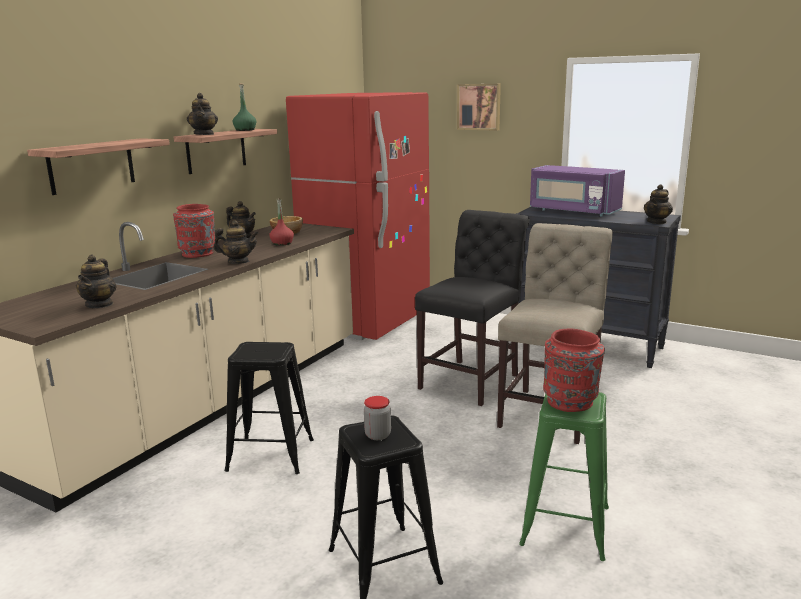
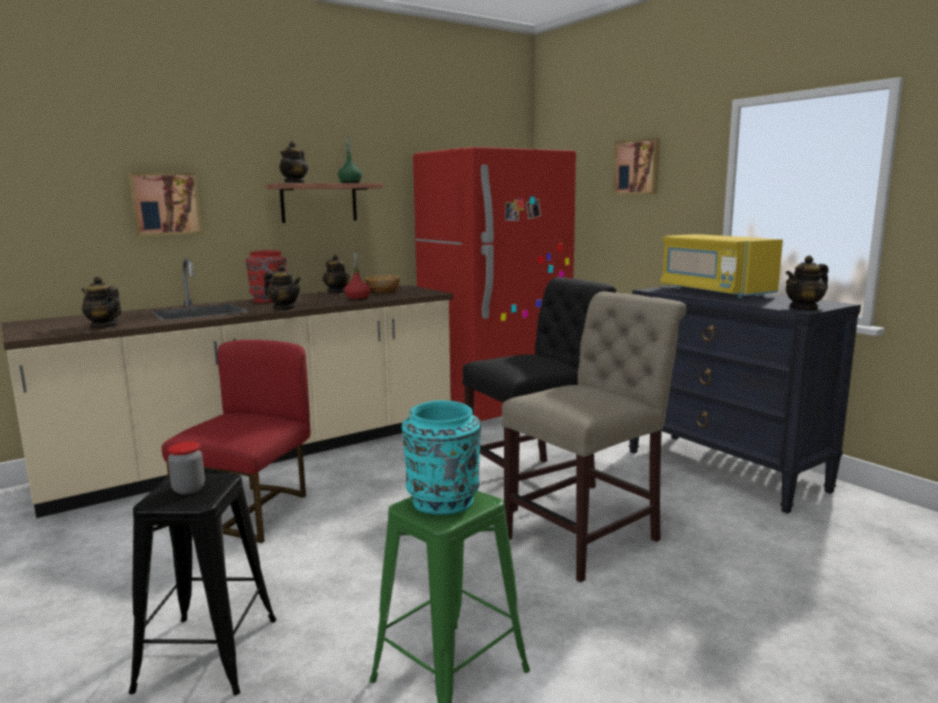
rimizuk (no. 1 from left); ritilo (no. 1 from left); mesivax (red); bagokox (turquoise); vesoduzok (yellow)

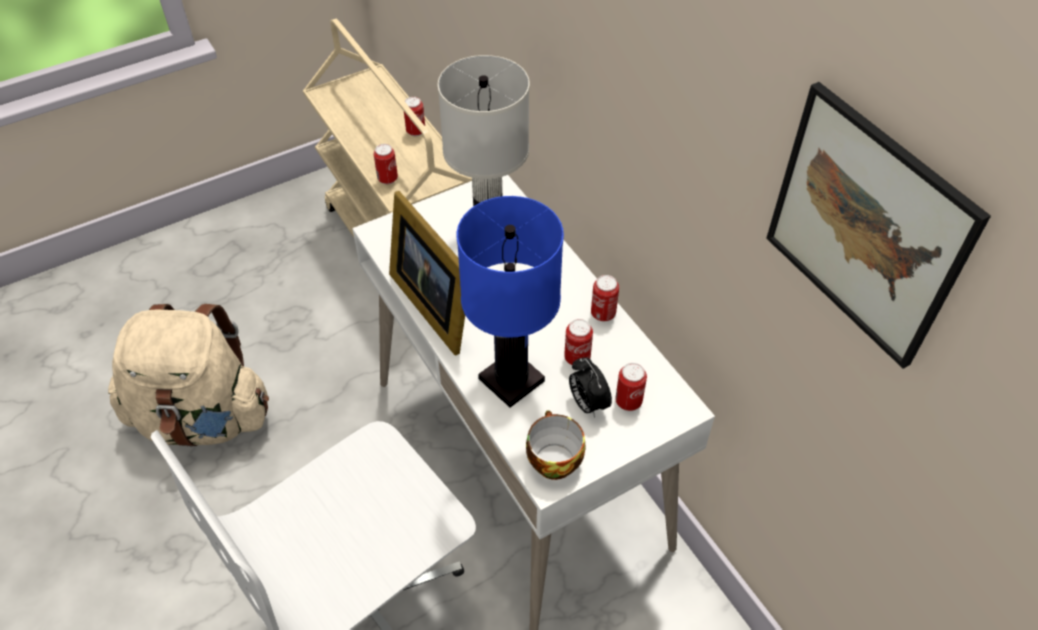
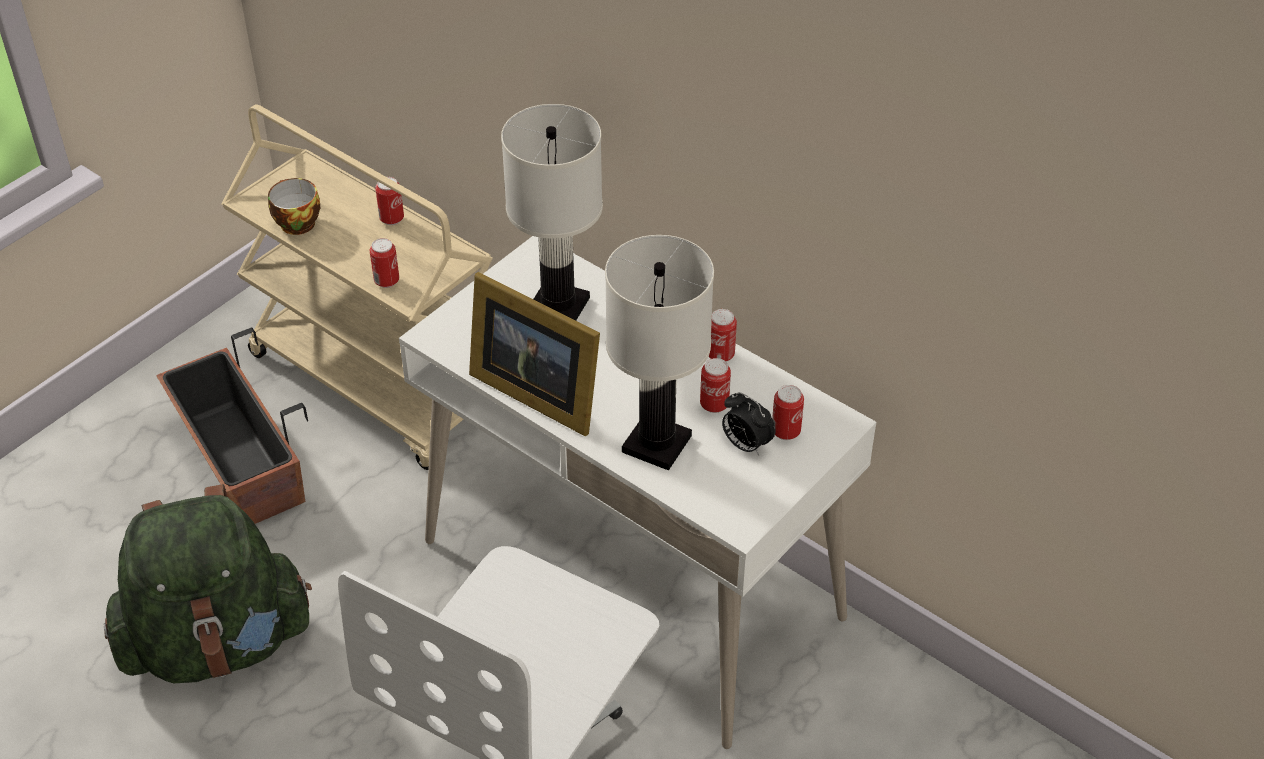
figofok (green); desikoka; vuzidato; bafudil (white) (no. 2 from left); ritilo

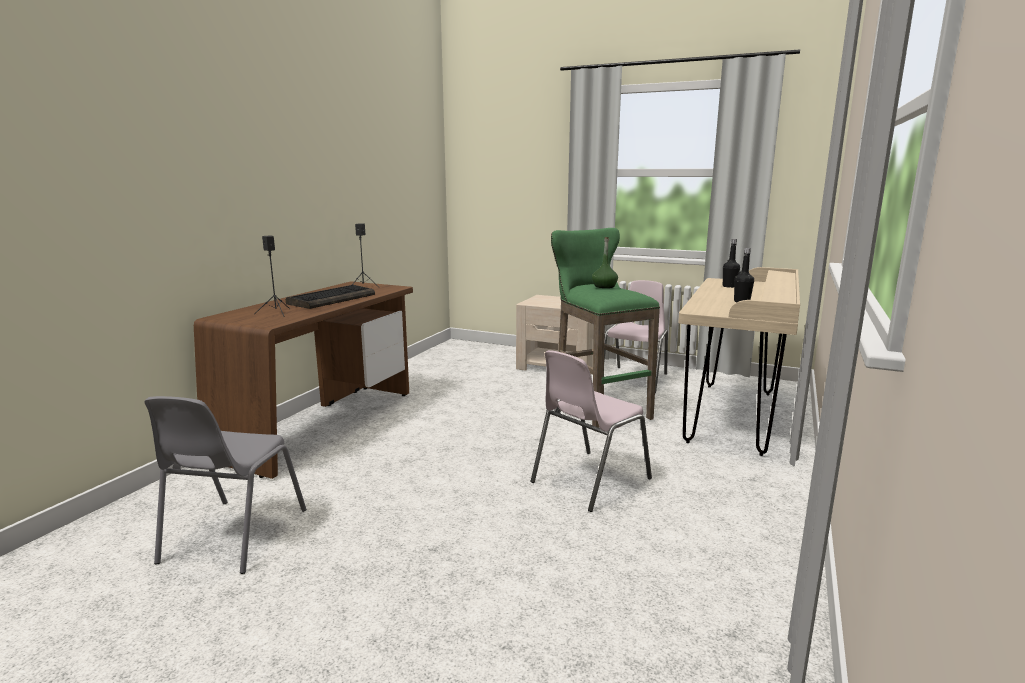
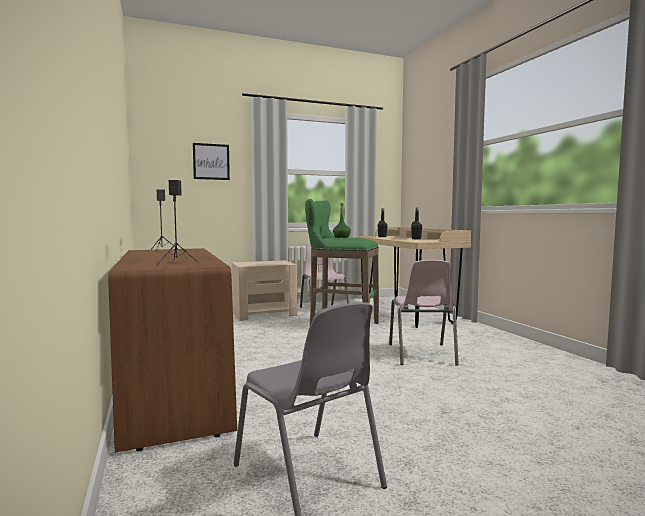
ritilo; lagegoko

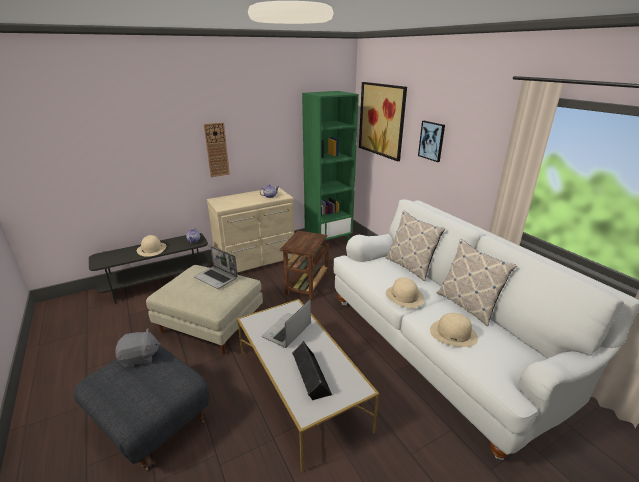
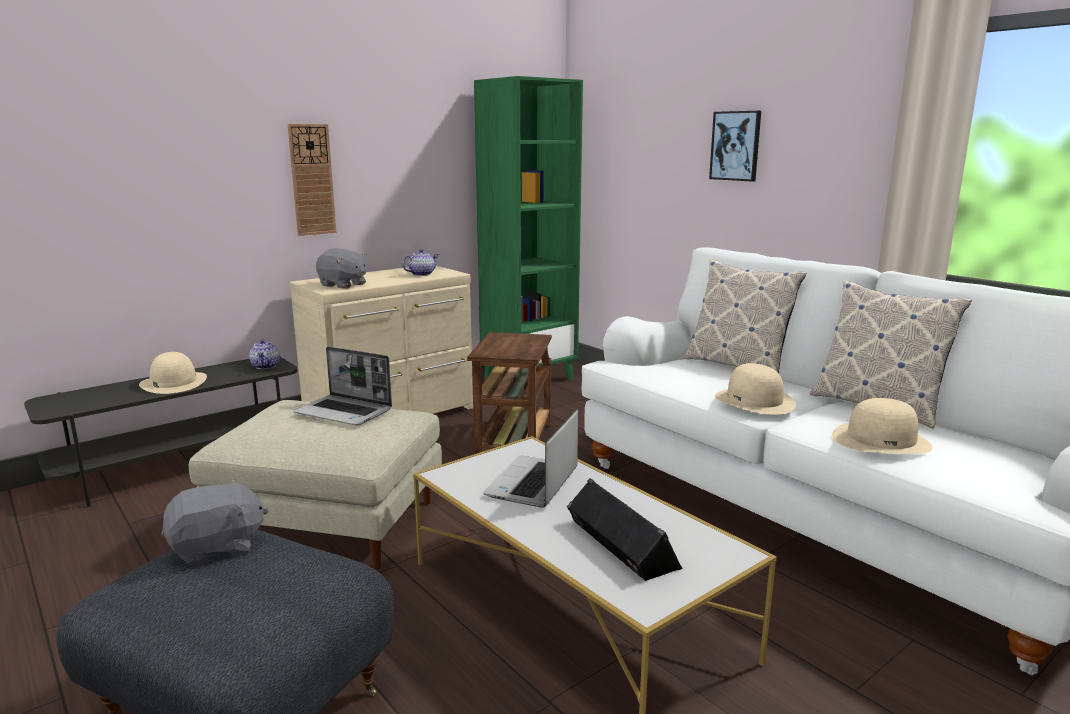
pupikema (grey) (no. 2 from left); ritilo (no. 1 from left in the first image)

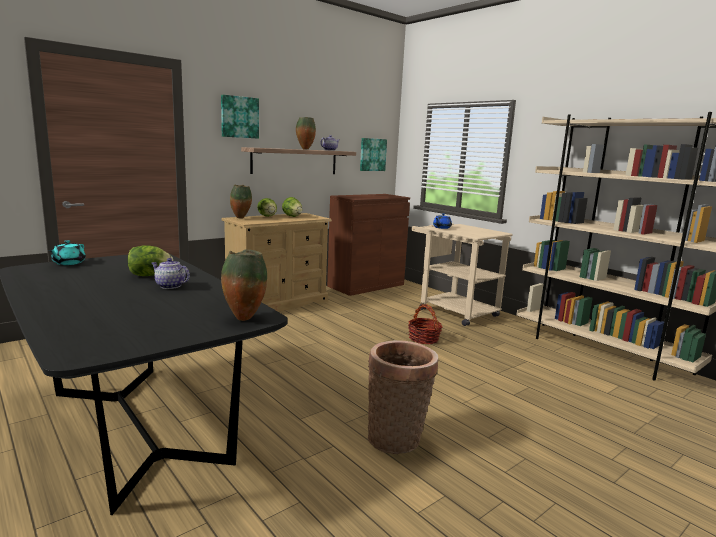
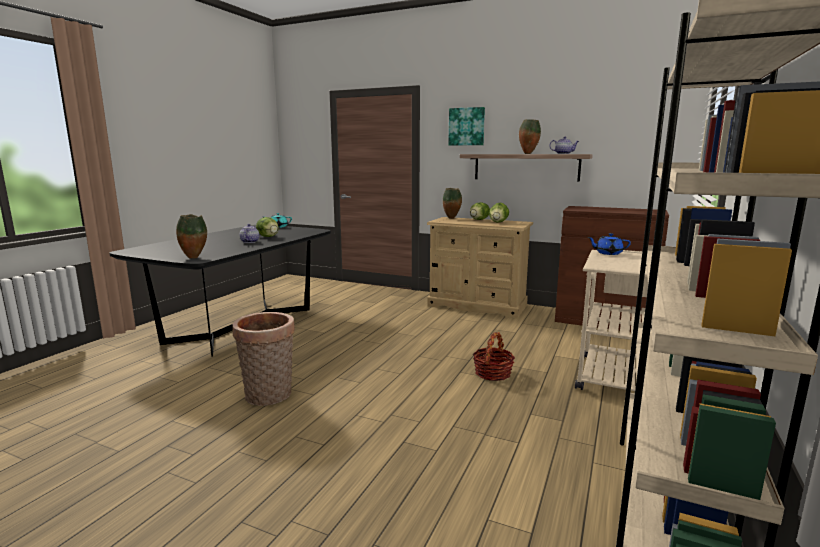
ritilo (no. 2 from left in the first image)

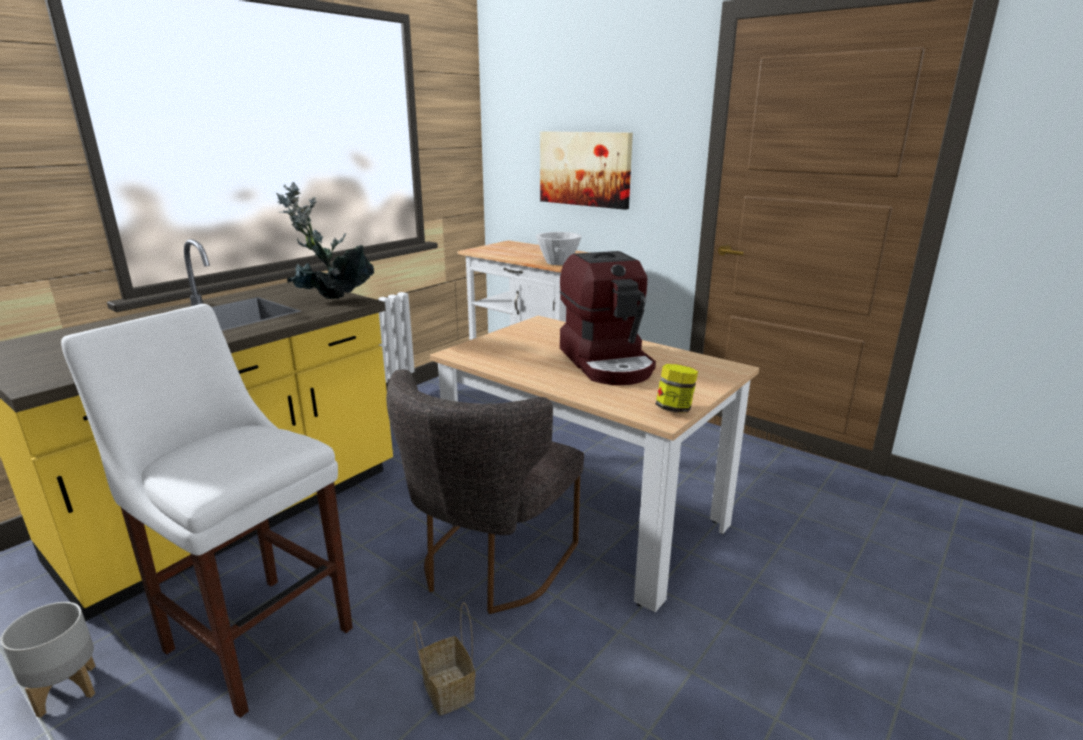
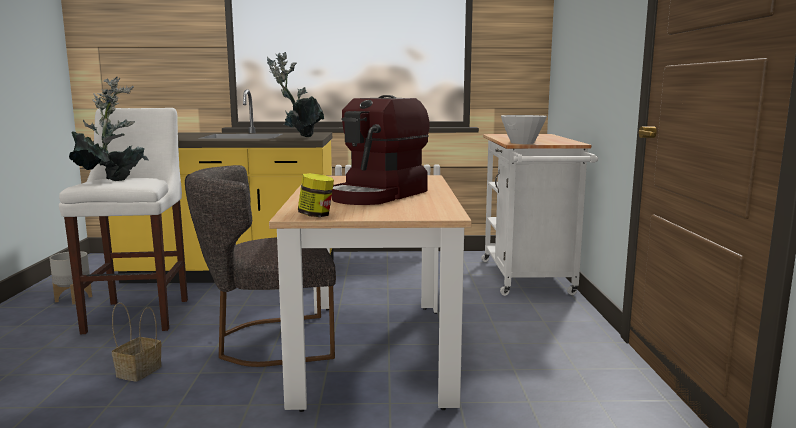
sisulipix (no. 1 from left); ritilo

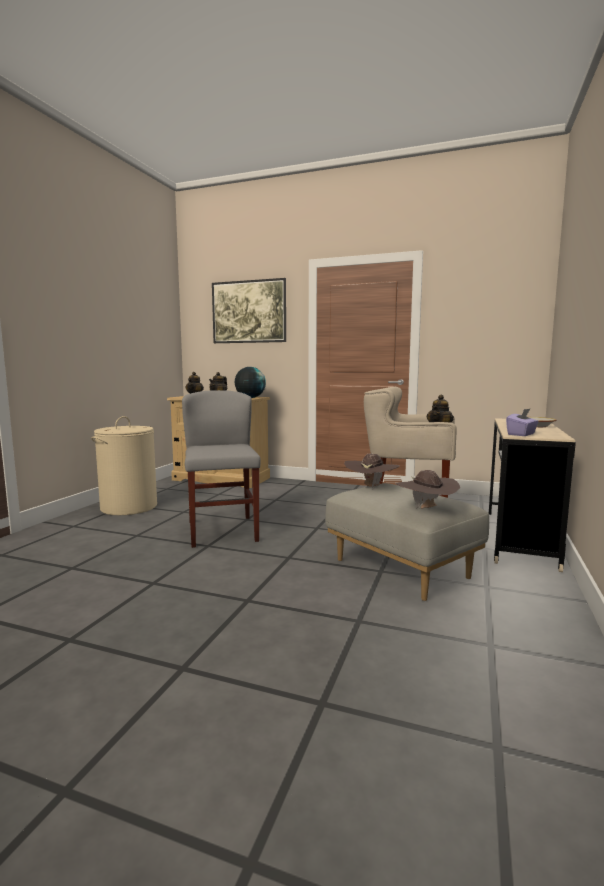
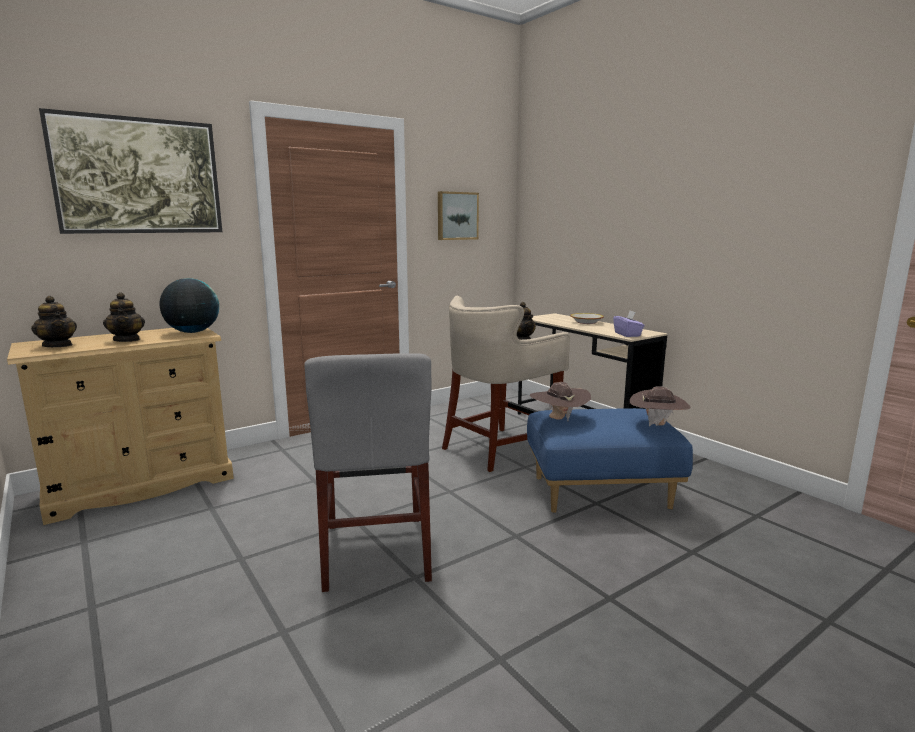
mesivax (grey); ritilo (no. 2 from left); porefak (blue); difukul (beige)

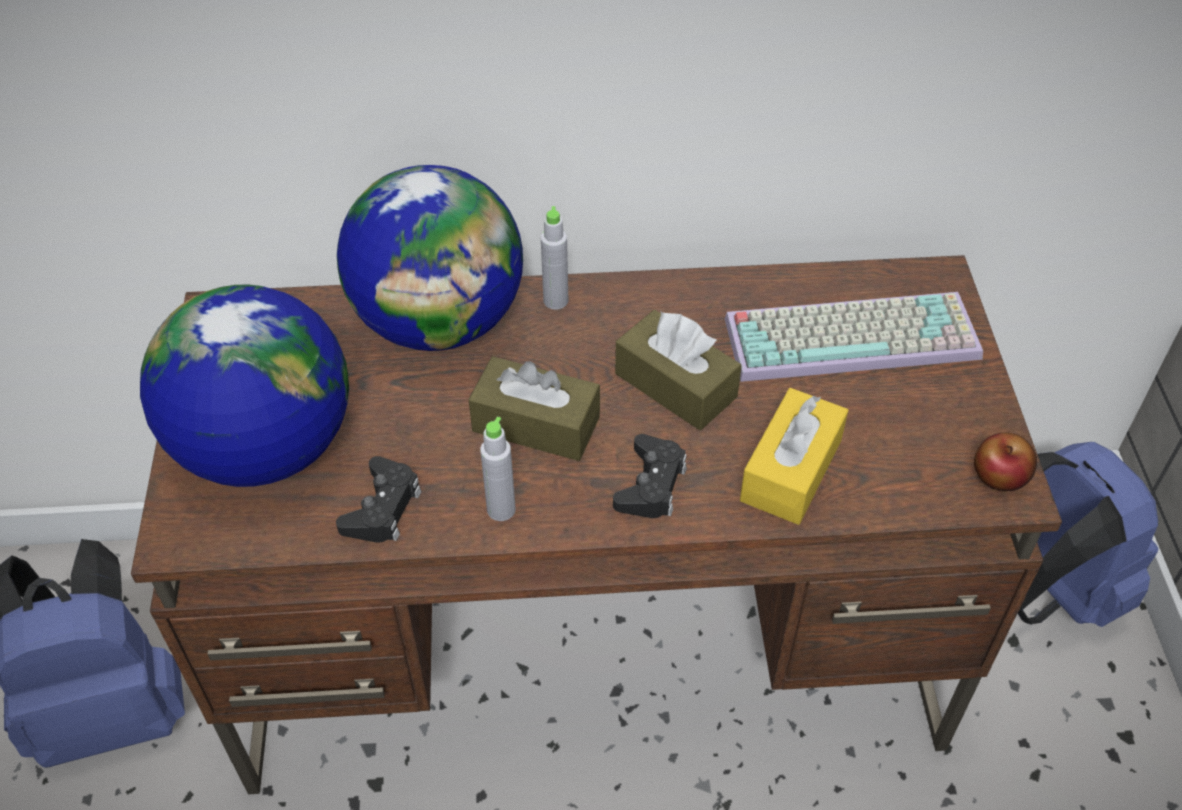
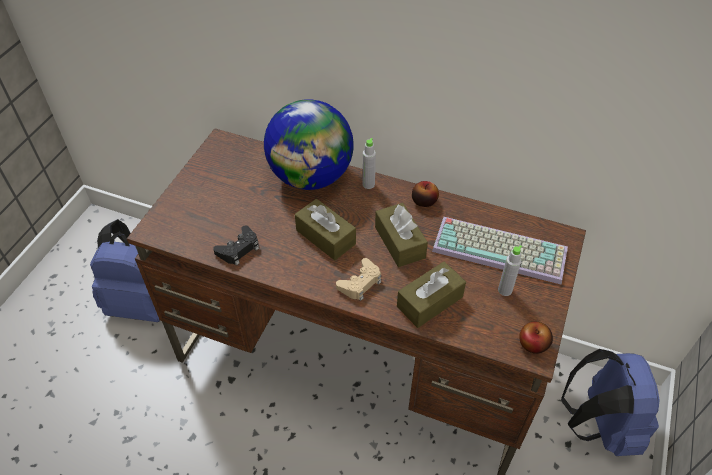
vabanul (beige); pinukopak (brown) (no. 3 from left); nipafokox (no. 1 from left); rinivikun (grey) (no. 2 from left); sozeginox (no. 1 from left in the first image)

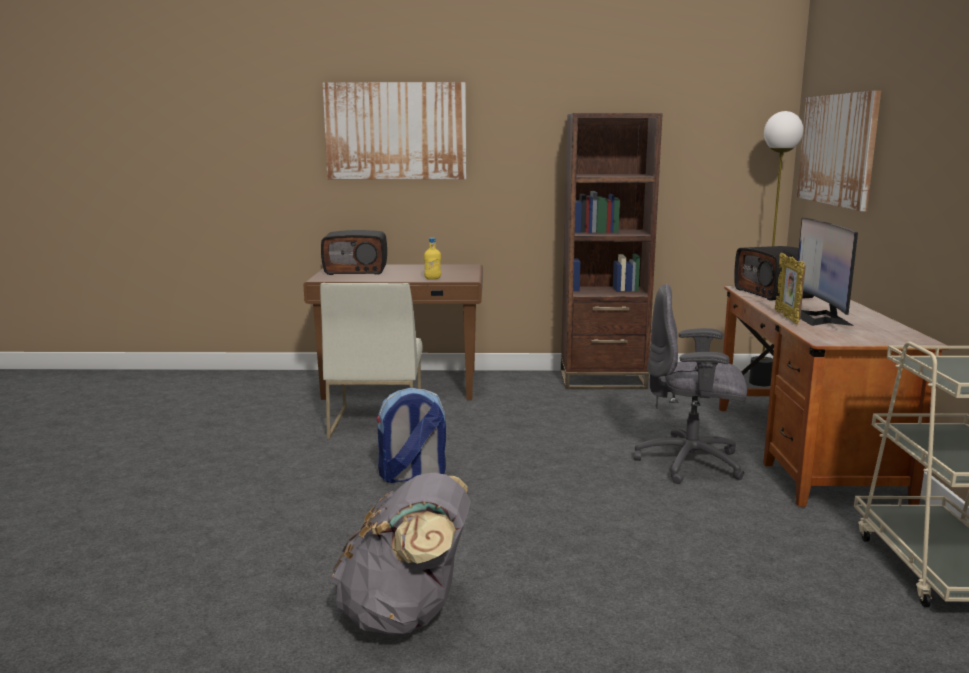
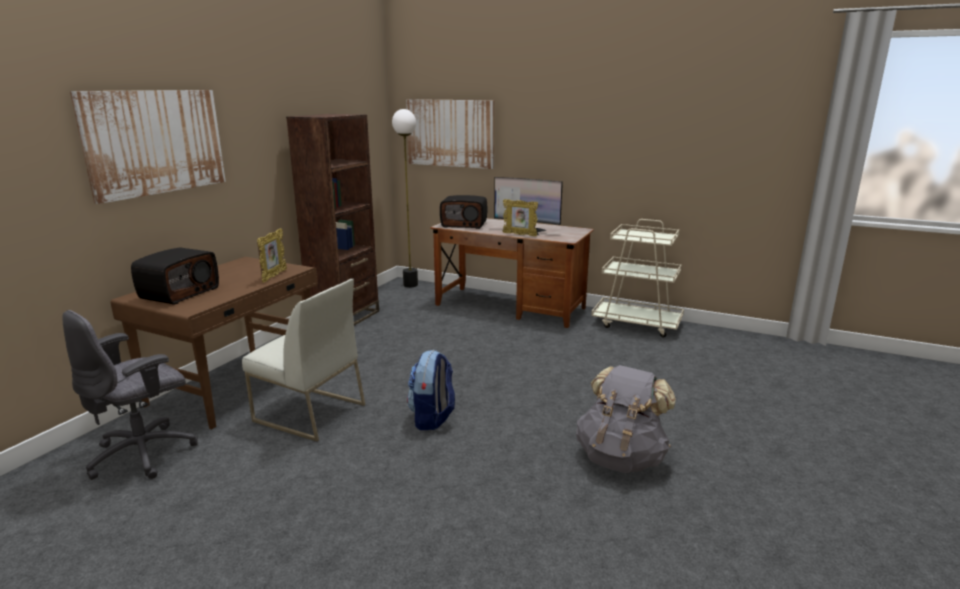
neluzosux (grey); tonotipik (no. 1 from left)

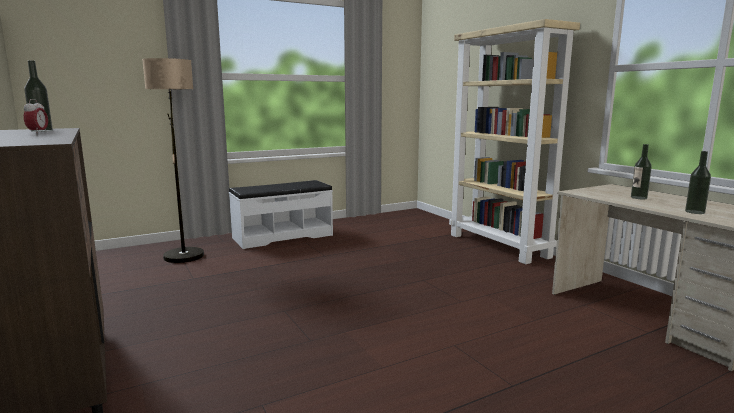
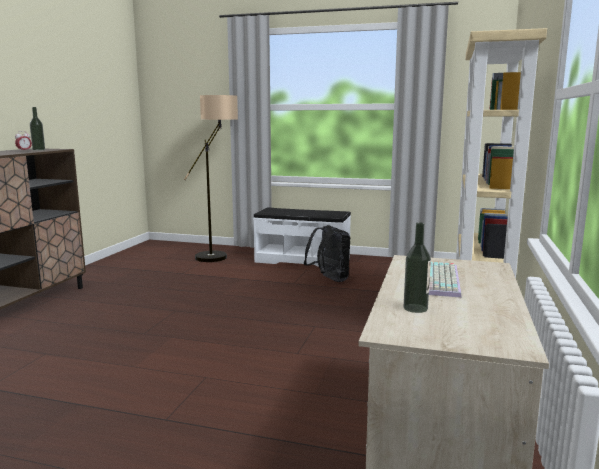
figofok (black); lagegoko

